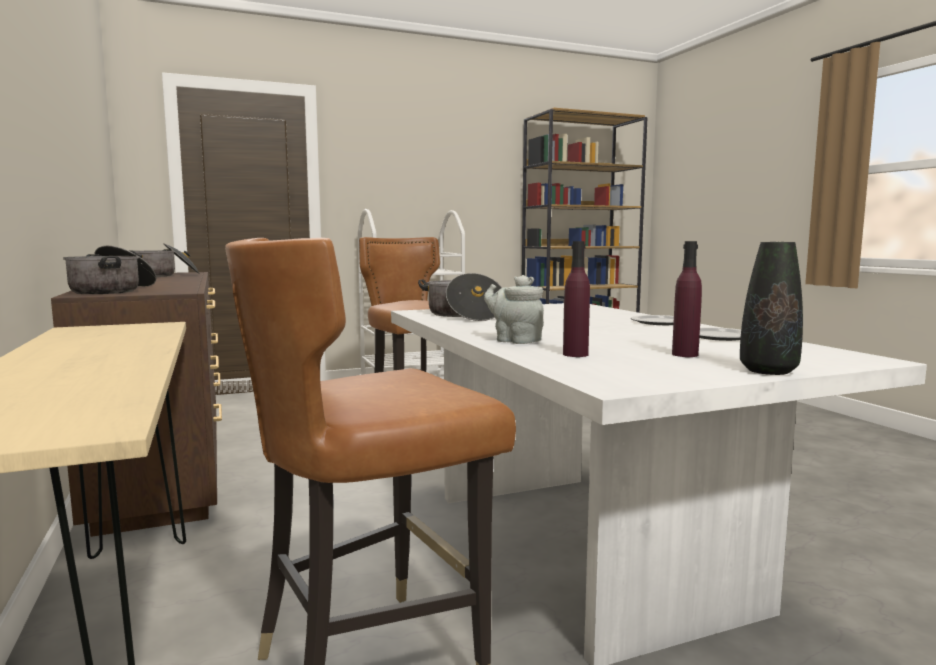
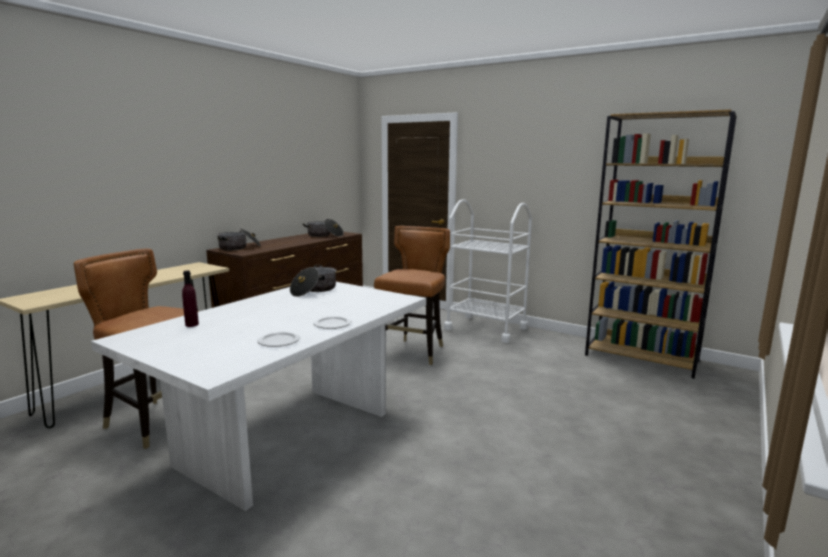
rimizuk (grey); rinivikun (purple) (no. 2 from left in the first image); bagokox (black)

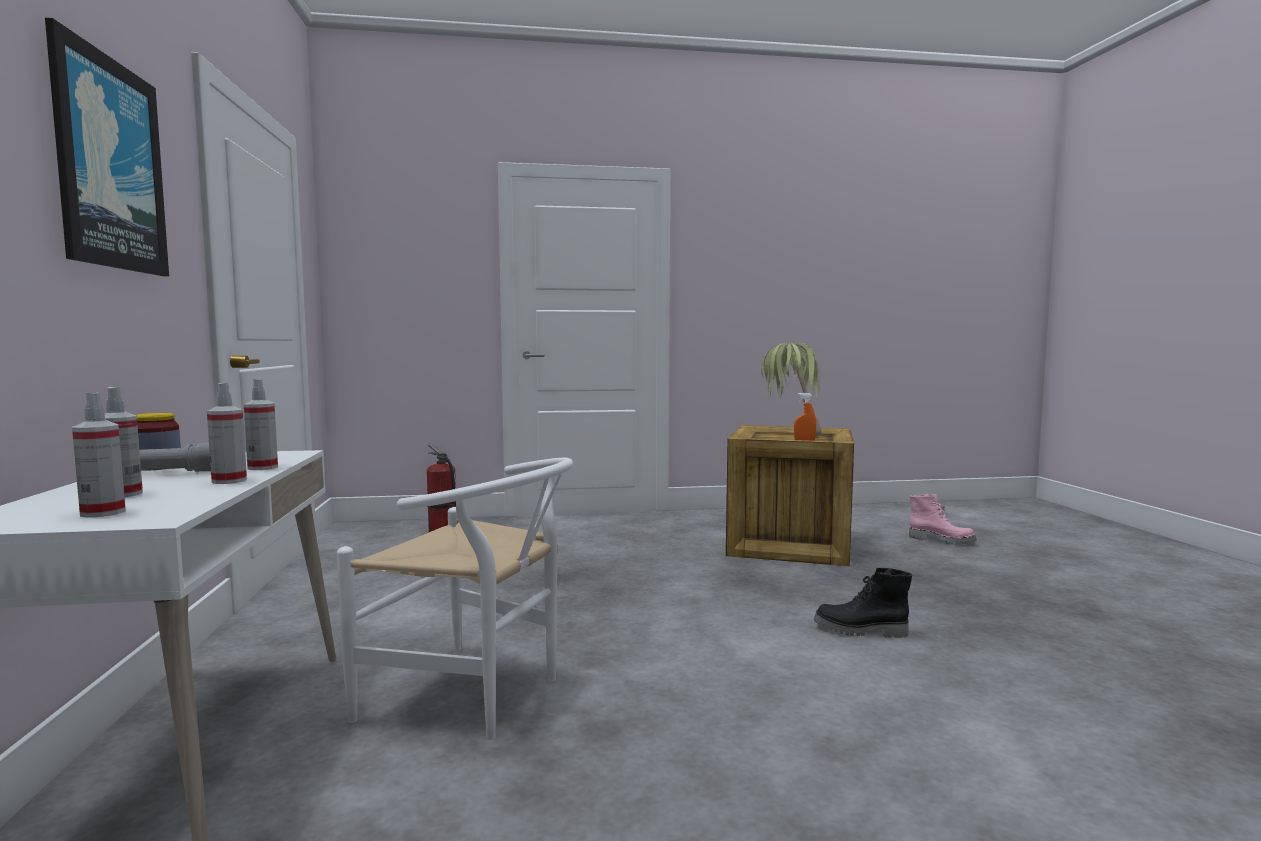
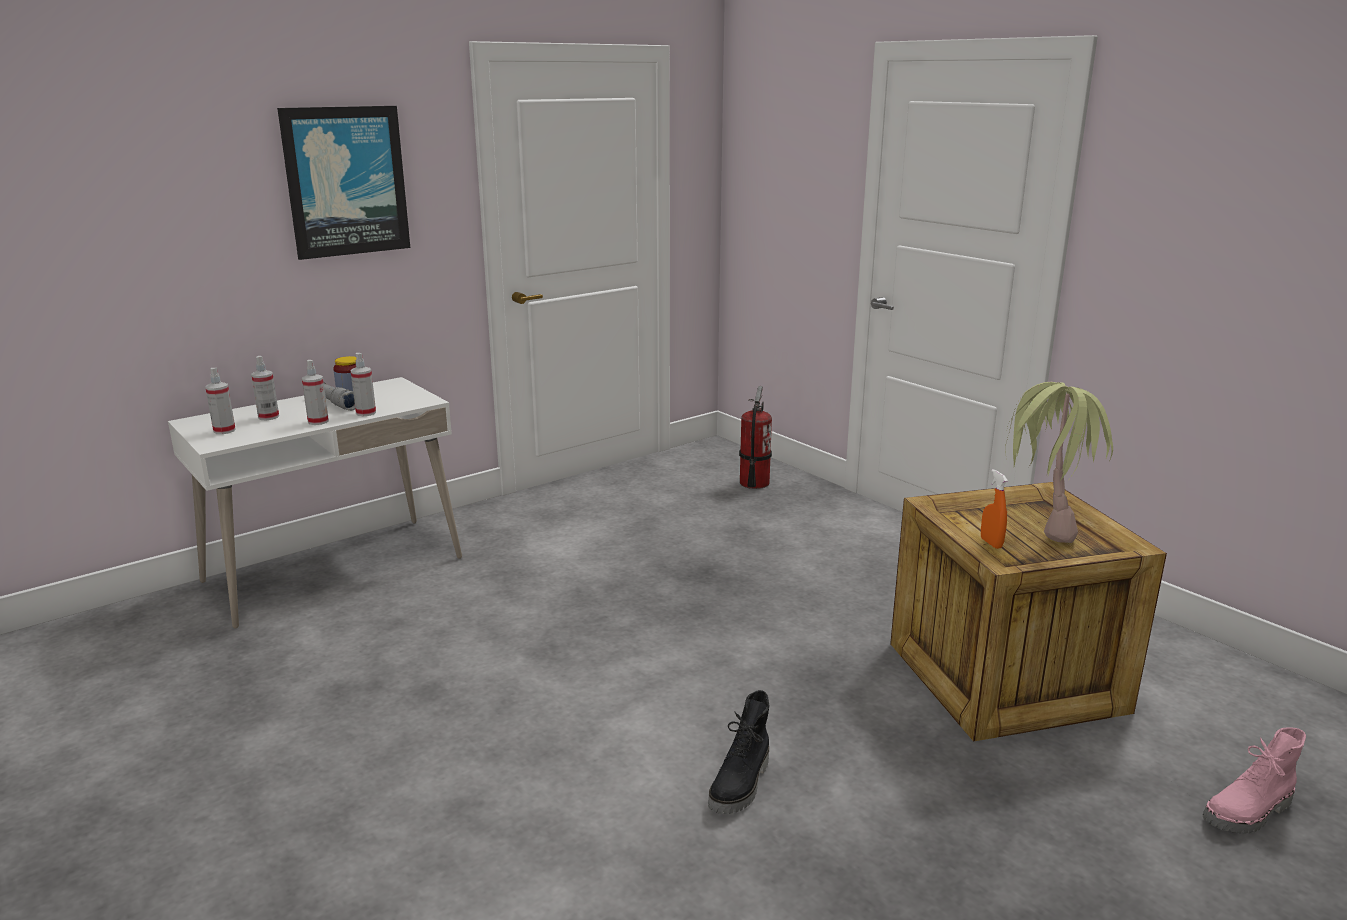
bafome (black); bafome (pink); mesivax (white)

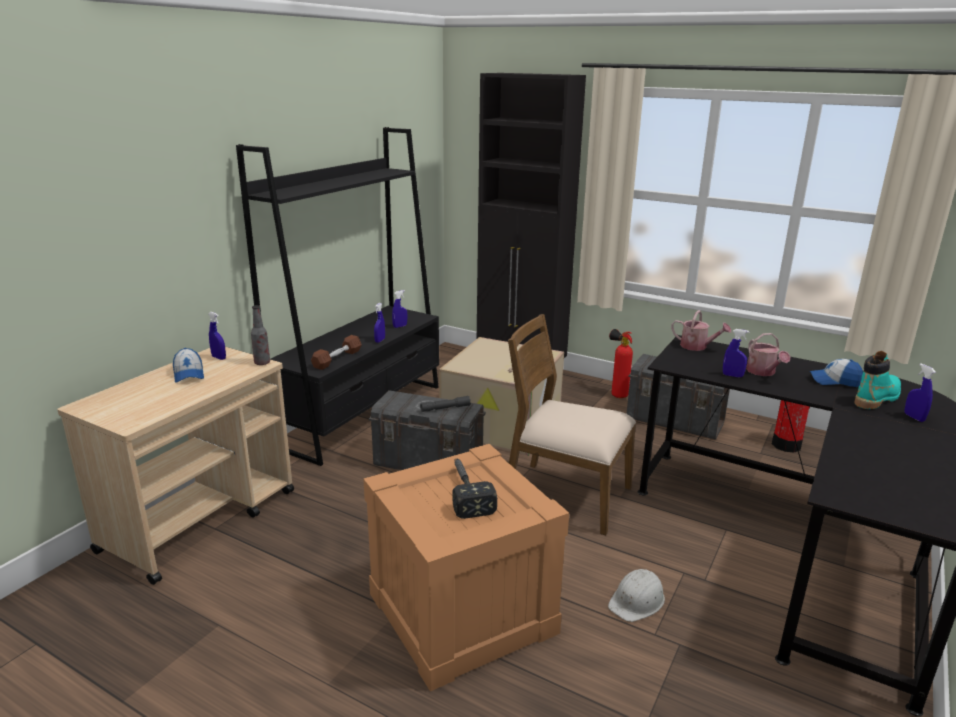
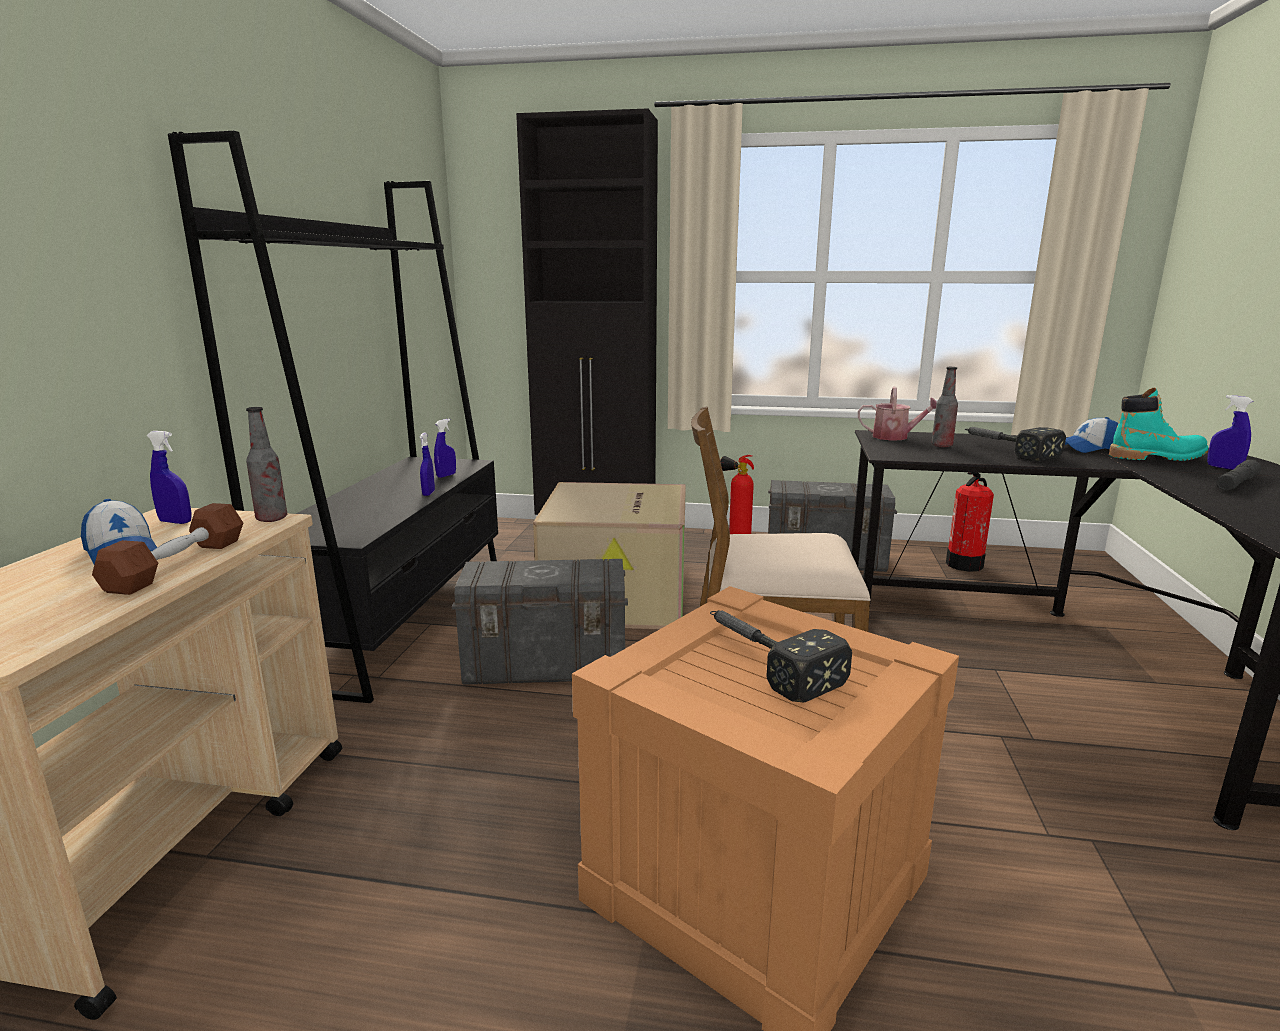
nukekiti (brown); rinivikun (no. 2 from left); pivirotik (no. 2 from left); bafome (turquoise); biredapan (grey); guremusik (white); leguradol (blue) (no. 4 from left in the first image)

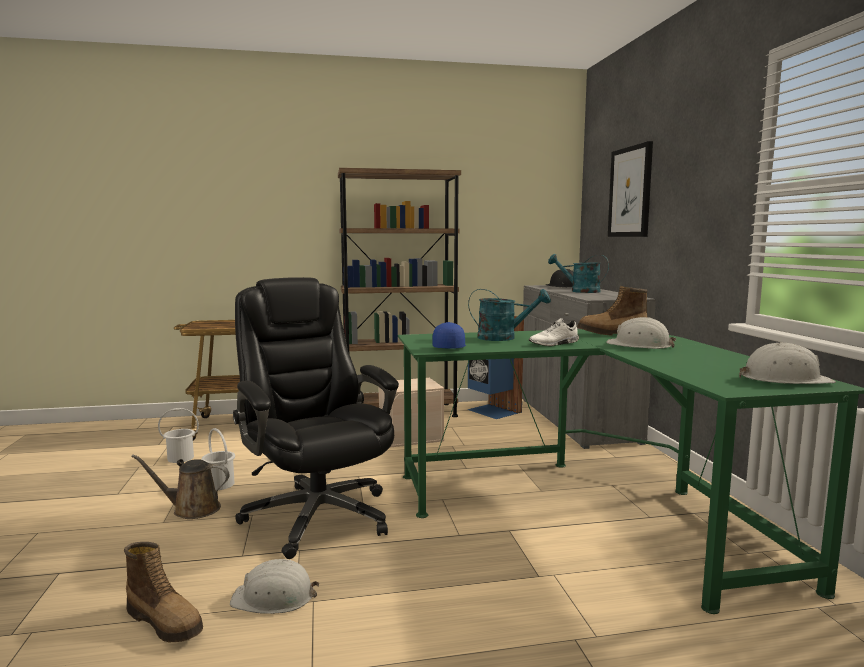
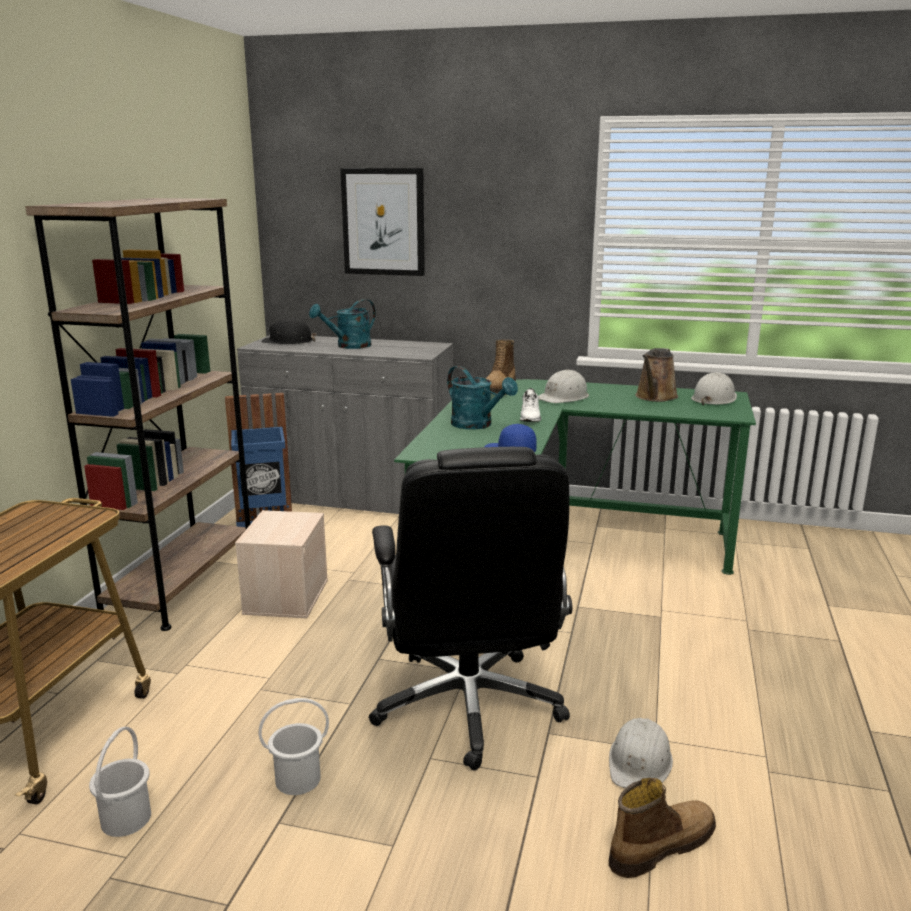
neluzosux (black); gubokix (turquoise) (no. 2 from left); gubokix (brown)

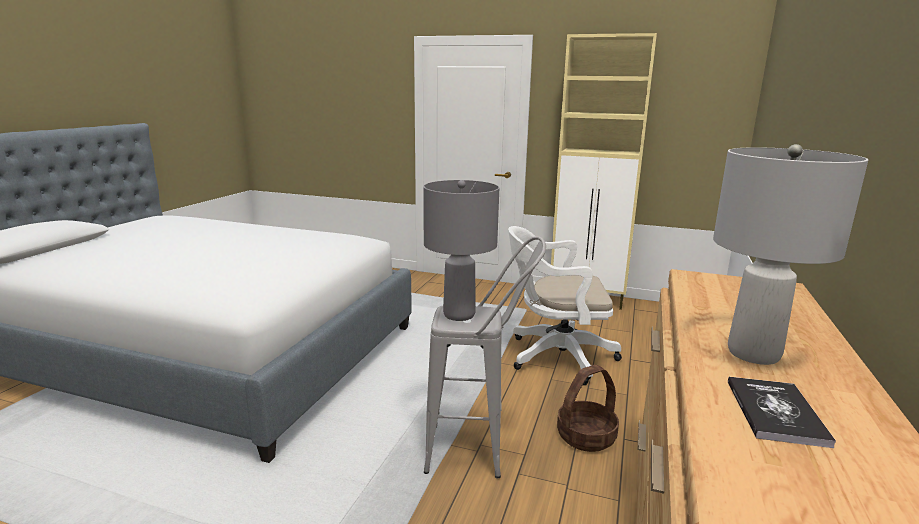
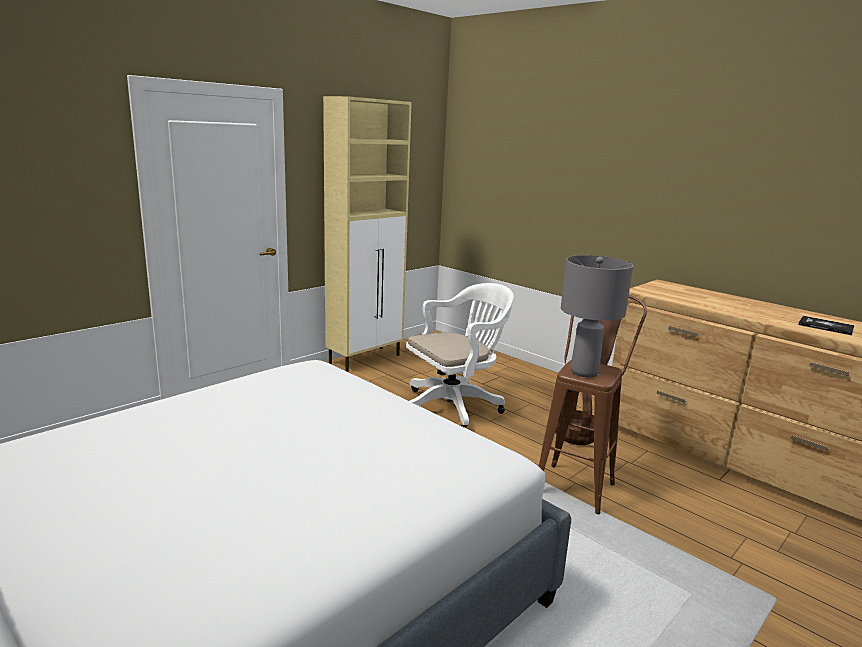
neluzosux (white); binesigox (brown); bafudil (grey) (no. 2 from left in the first image)

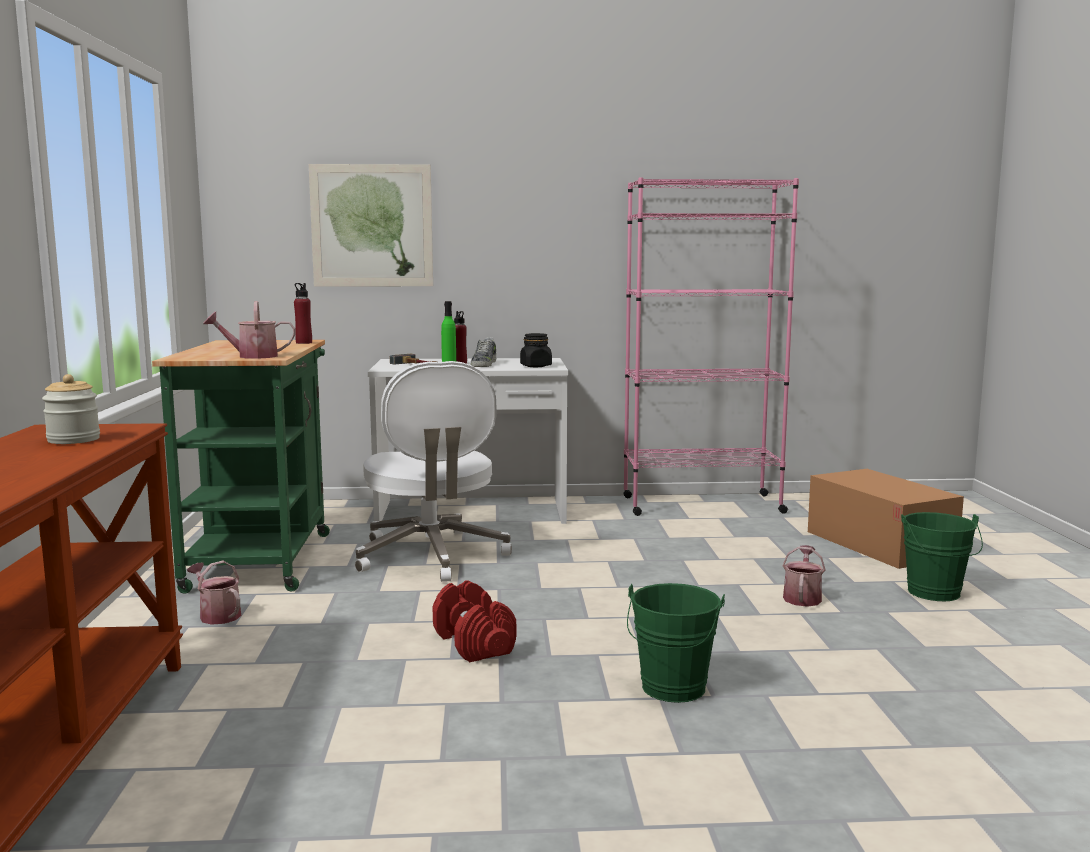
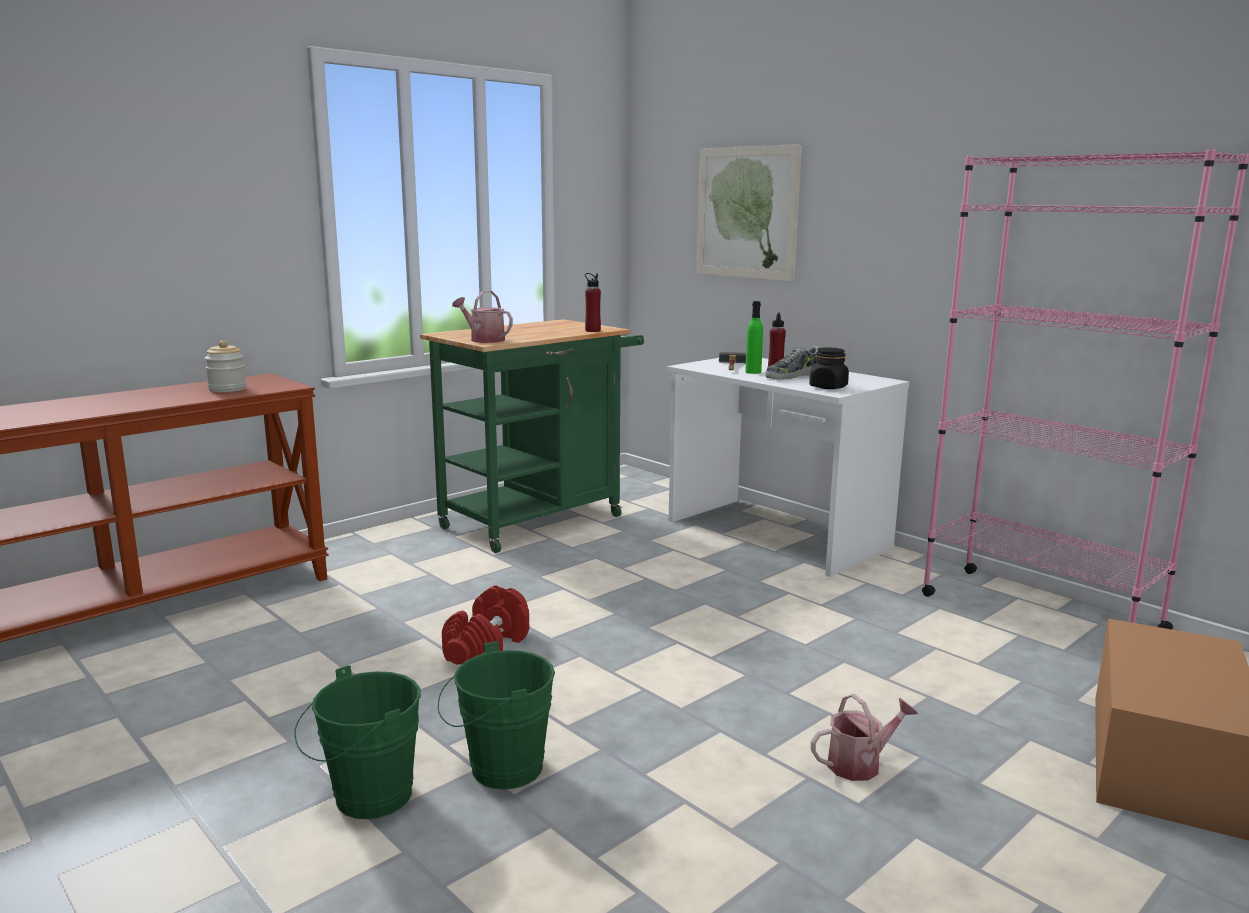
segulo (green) (no. 1 from left); gubokix (no. 1 from left in the first image); neluzosux (white)

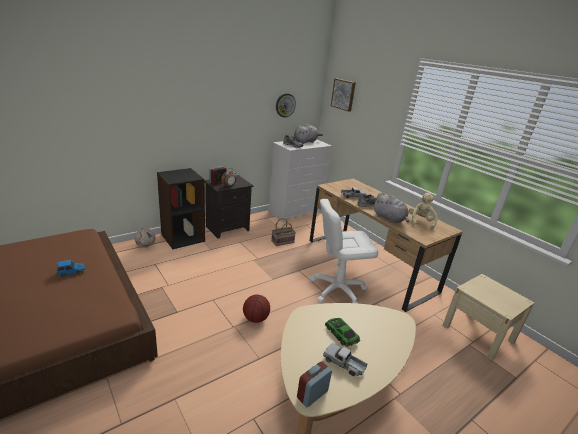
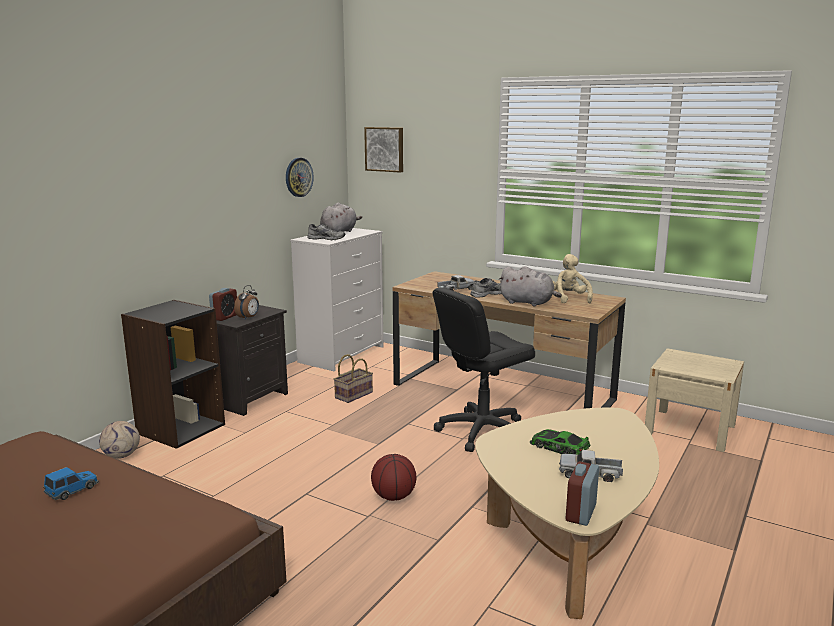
neluzosux (black)

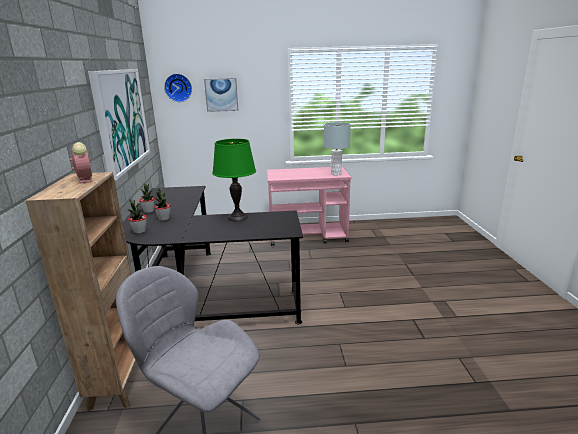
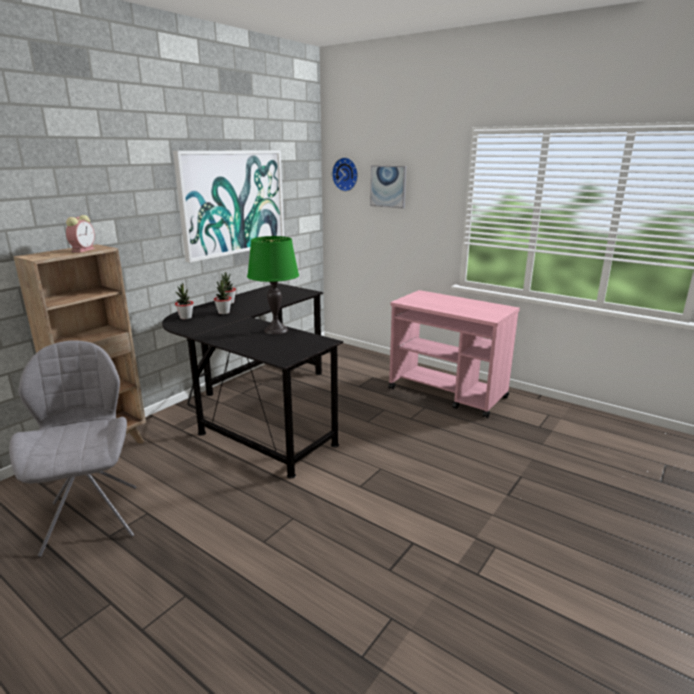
bafudil (grey)

